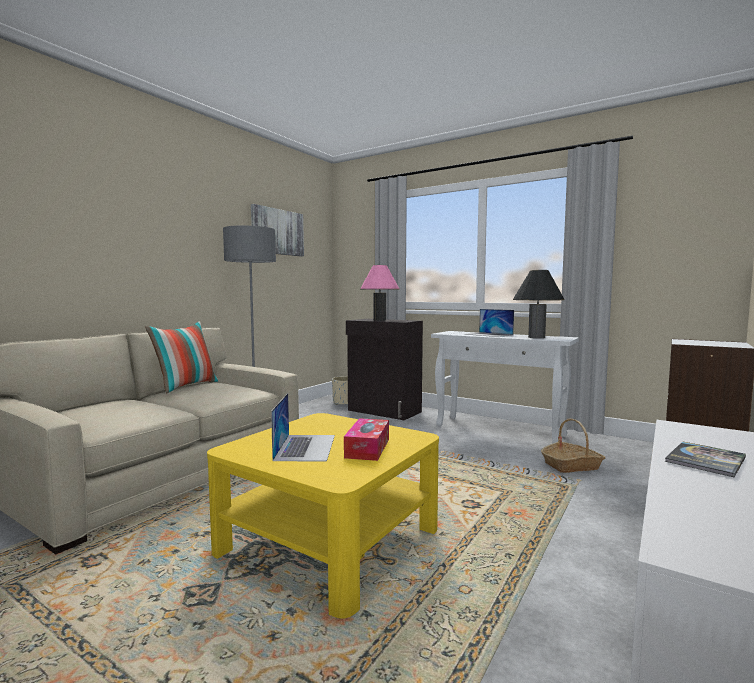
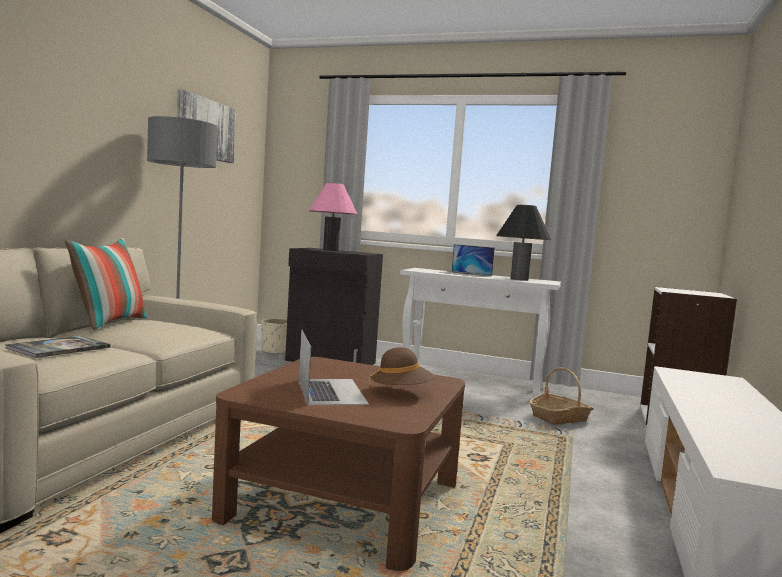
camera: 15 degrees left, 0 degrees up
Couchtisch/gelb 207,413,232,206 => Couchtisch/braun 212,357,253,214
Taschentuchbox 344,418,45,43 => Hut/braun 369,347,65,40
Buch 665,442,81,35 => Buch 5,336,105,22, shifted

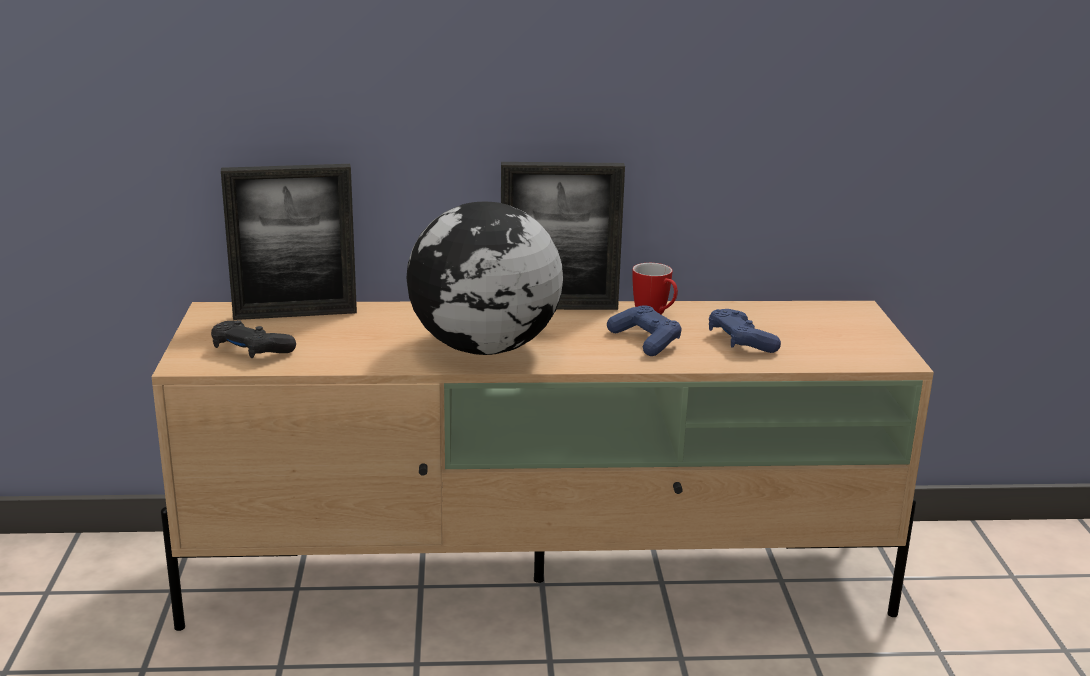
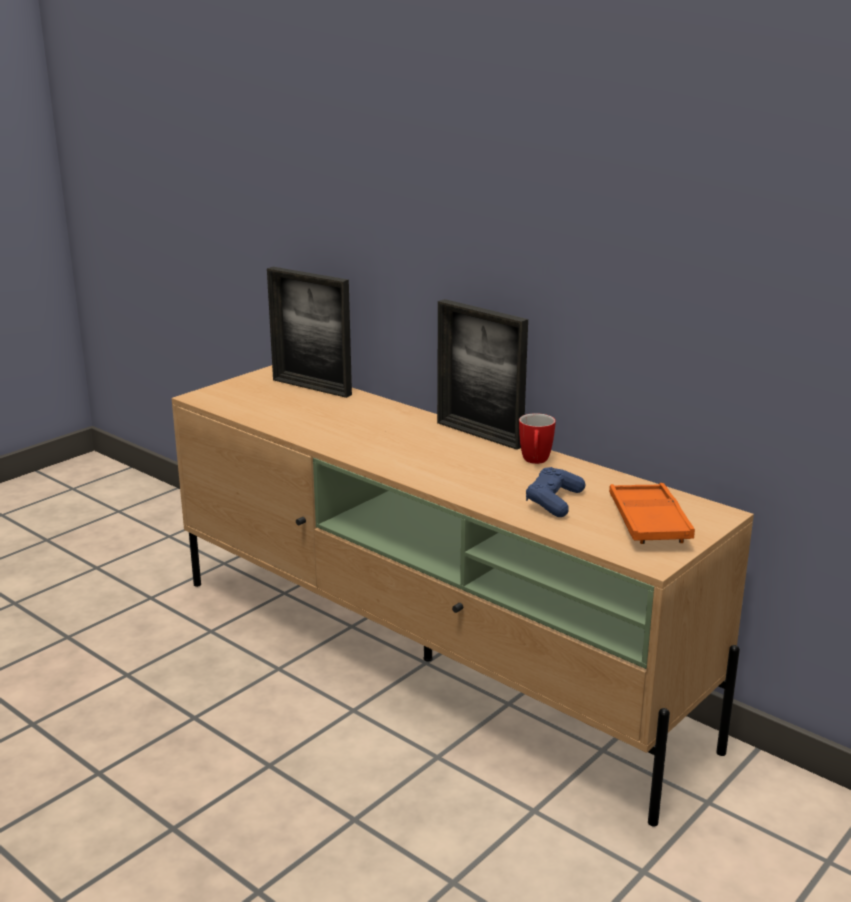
camera: 45 degrees right, 0 degrees up
Globus 406,202,157,153 => nothing
Gamepad/blau 607,306,75,50 => nothing
Gamepad/schwarz 211,320,85,38 => nothing
nothing => Tablett/orange 609,483,86,61

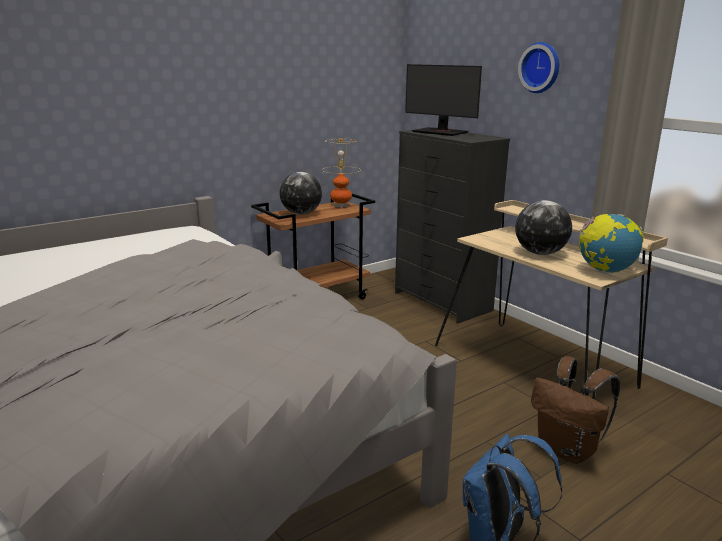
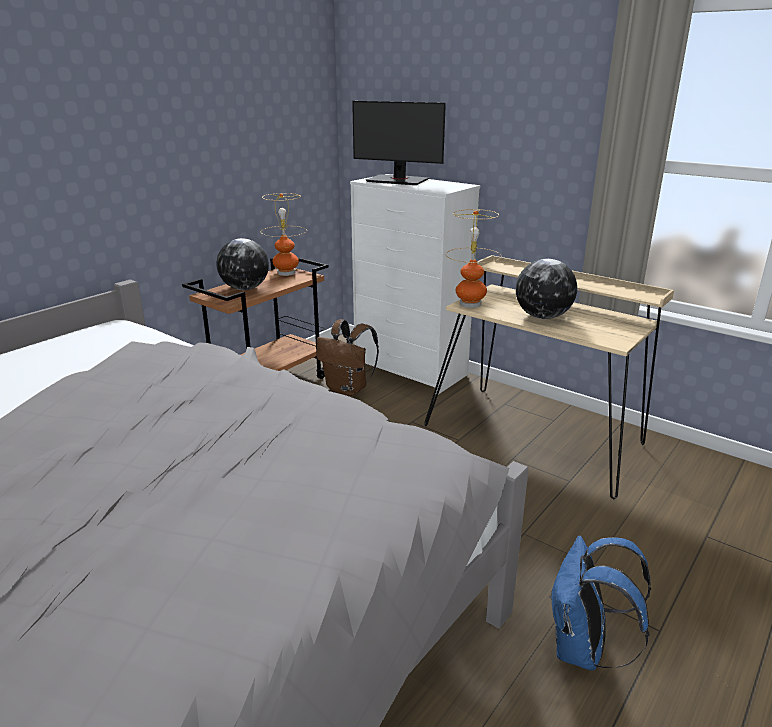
camera: 15 degrees left, 5 degrees up
Wanduhr 518,42,41,51 => nothing
Kommode/schwarz 395,130,115,193 => Kommode/weiß 350,174,130,221
Globus 579,214,65,60 => nothing
Rucksack/braun 531,356,89,108 => Rucksack/braun 316,319,63,77, shifted
nothing => Tischlampe 446,209,55,99

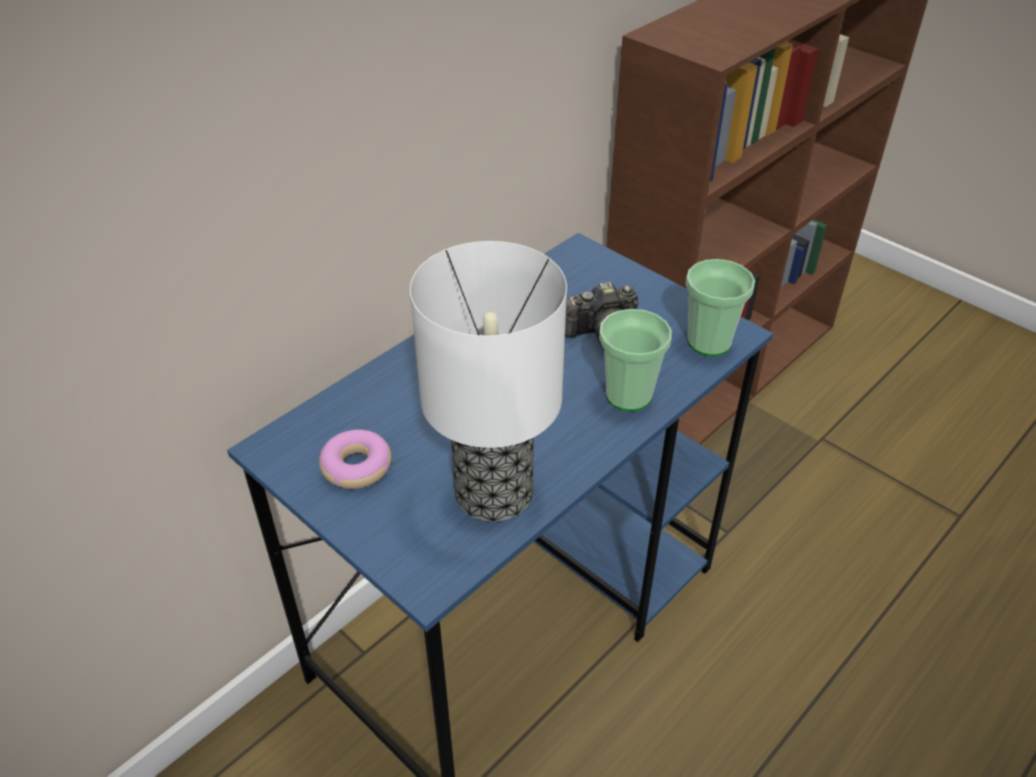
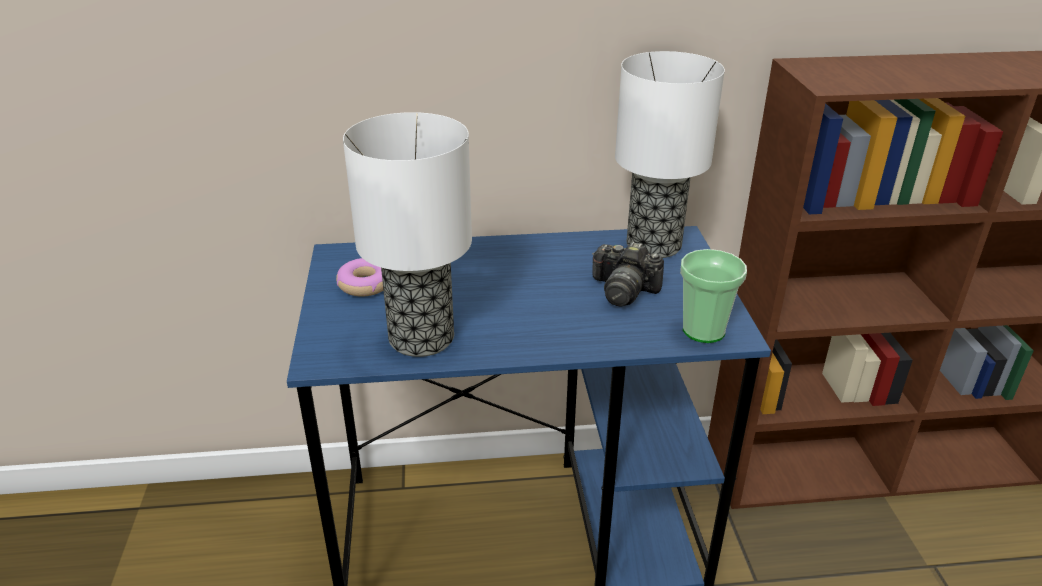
camera: 40 degrees right, 10 degrees down
Tasse 599,309,73,102 => nothing
nothing => Tischlampe 615,51,110,207

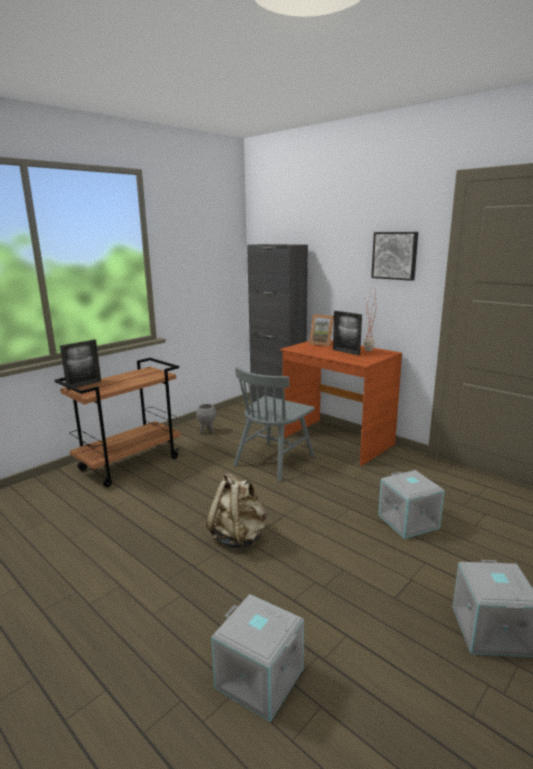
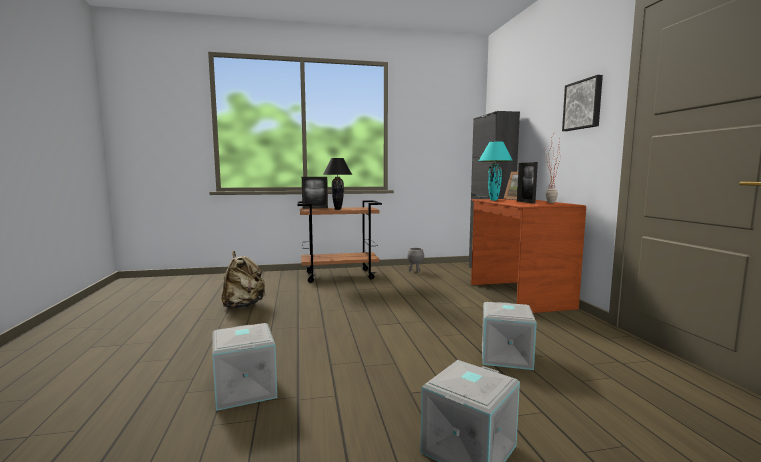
camera: 35 degrees right, 10 degrees down
Stuhl/grau 233,367,81,115 => nothing
Rucksack/beige 206,473,60,76 => Rucksack/beige 221,251,45,57, shifted
nothing => Tischlampe/türkis 479,141,34,60
nothing => Tischlampe/schwarz 323,158,29,52

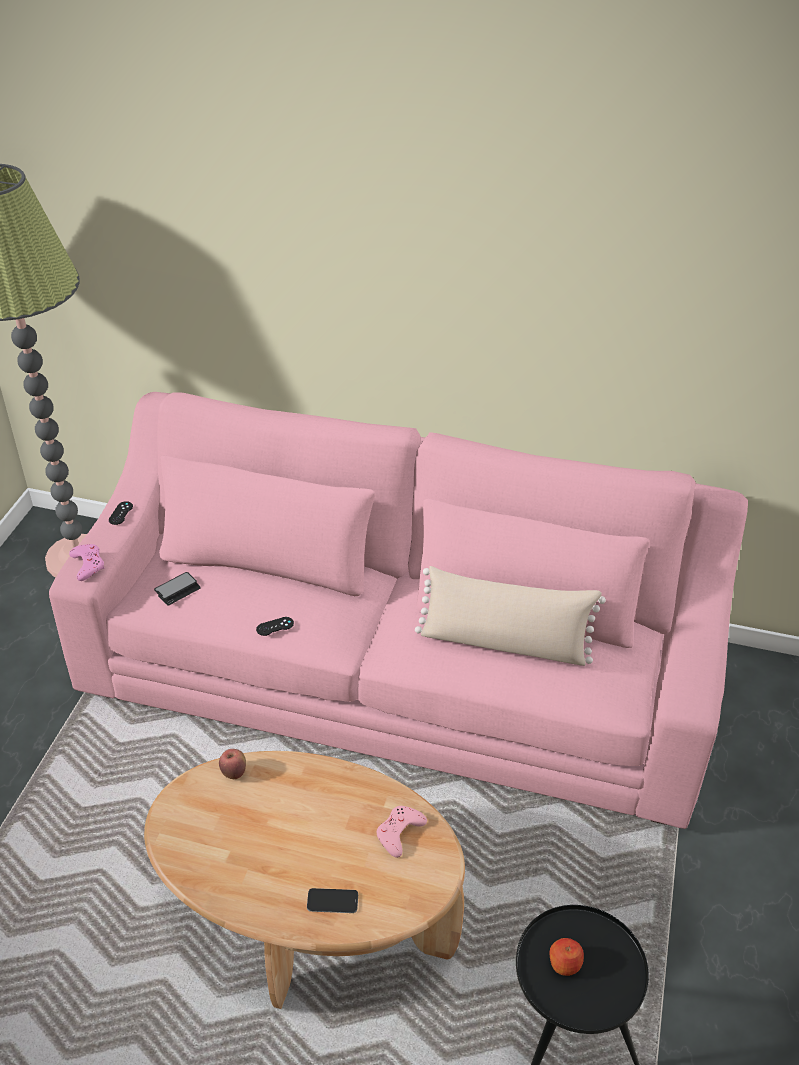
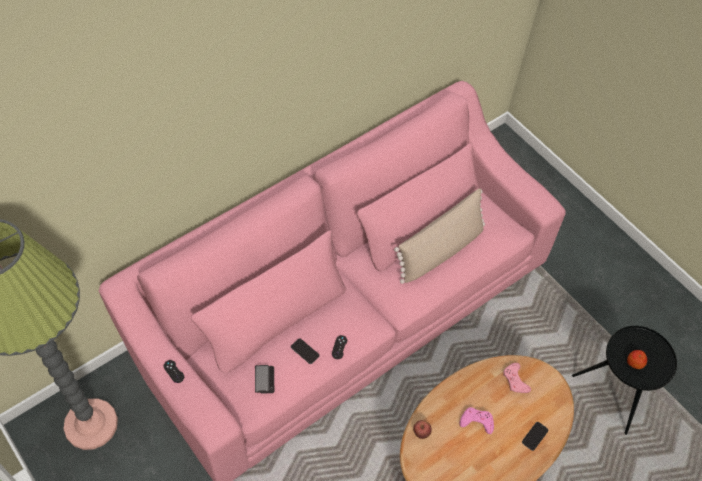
camera: 55 degrees left, 15 degrees up
Gamepad/rosa 69,544,35,37 => Gamepad/rosa 460,407,34,27, shifted
nothing => Handy 291,338,29,26

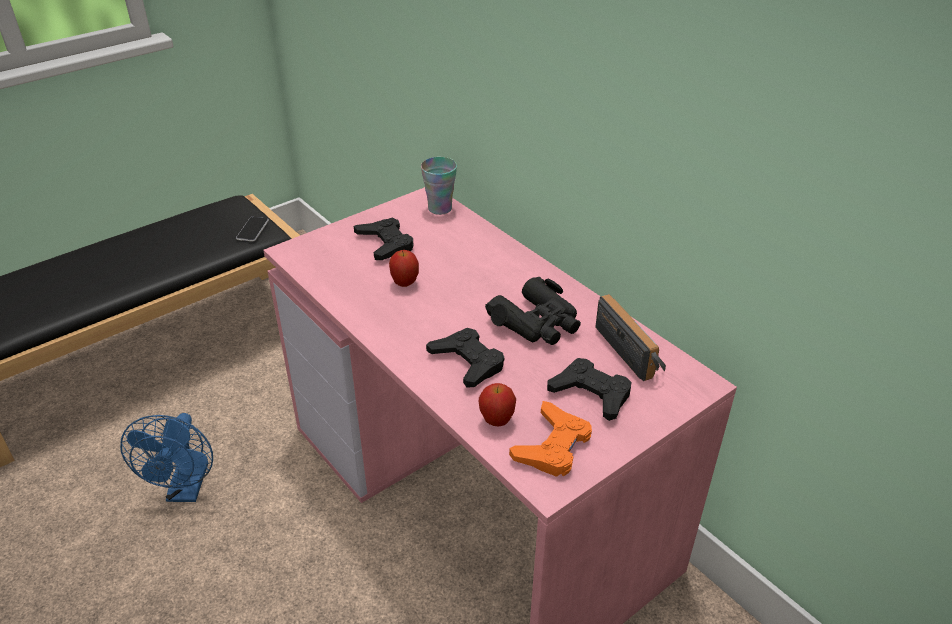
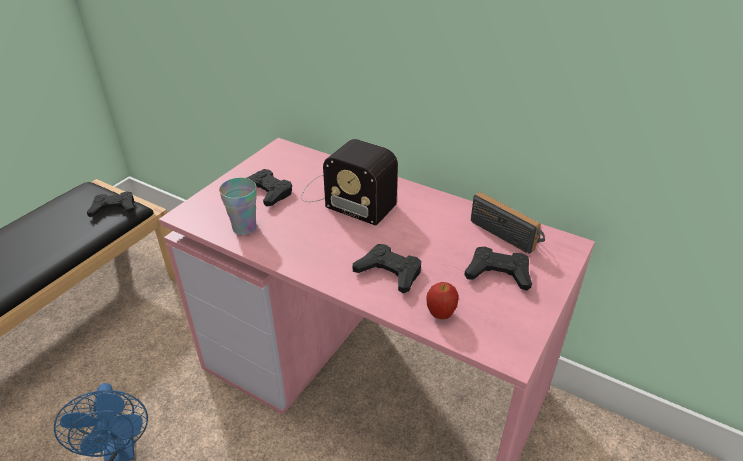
camera: 20 degrees left, 0 degrees up
Tasse 421,157,36,58 => Tasse 219,178,38,57, shifted
Handy 236,217,33,25 => Gamepad/schwarz 87,192,47,25
Apfel 389,250,30,37 => nothing
Fernglas/schwarz 485,277,96,68 => nothing
Gamepad/orange 509,401,83,76 => nothing
nothing => Radio 301,139,97,87

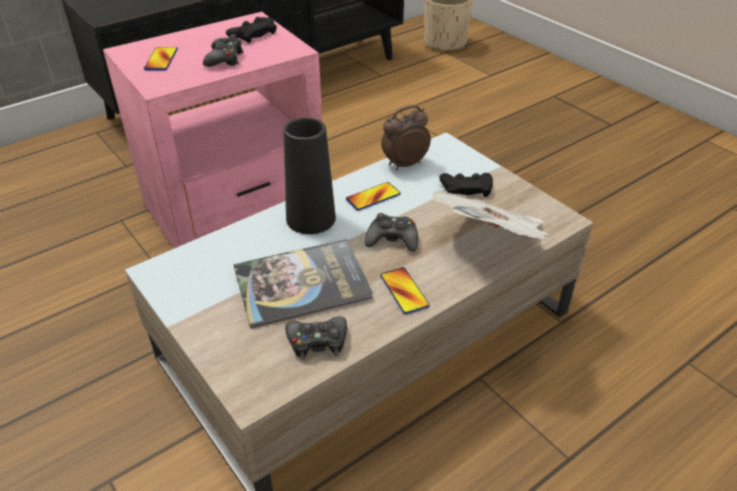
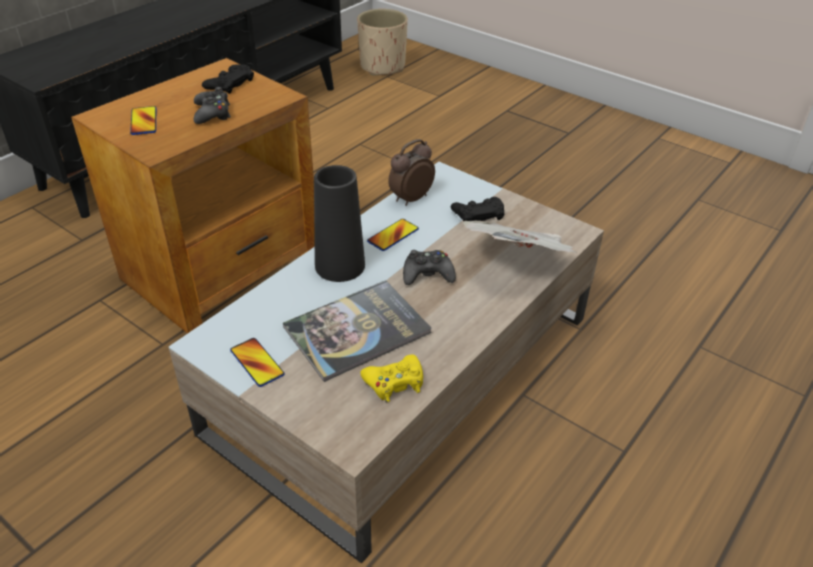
camera: 15 degrees left, 0 degrees up
Beistelltisch/rosa 103,12,219,236 => Beistelltisch/braun 71,58,244,276
Handy 380,267,50,47 => Handy 230,338,54,49, shifted
Gamepad/schwarz 285,316,62,44 => Gamepad/gelb 360,354,63,48

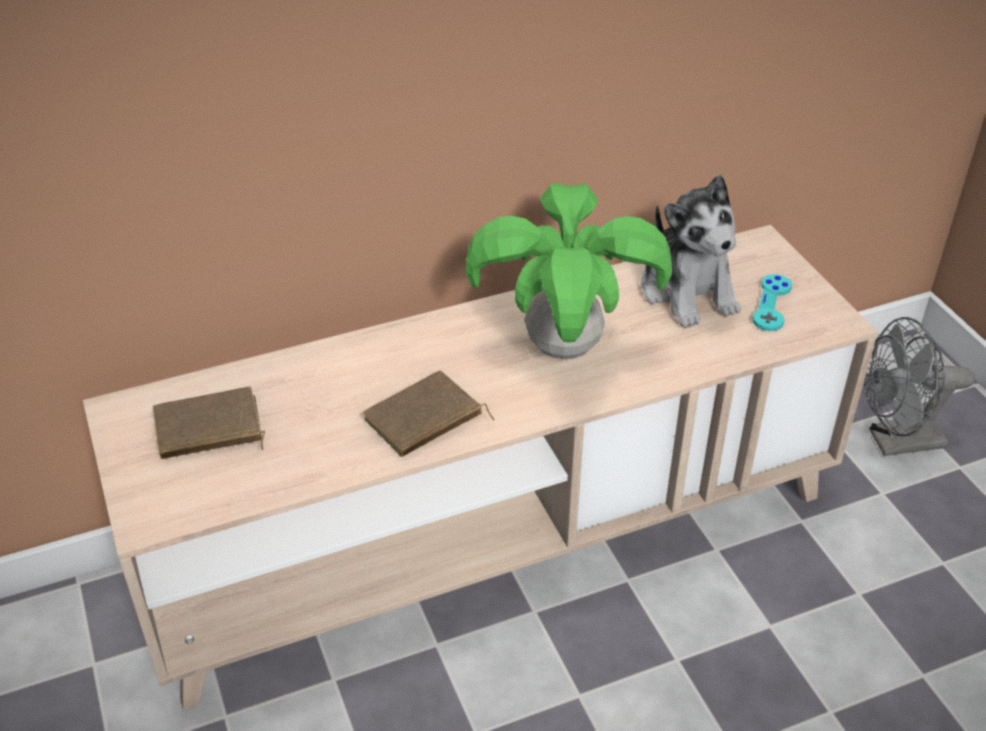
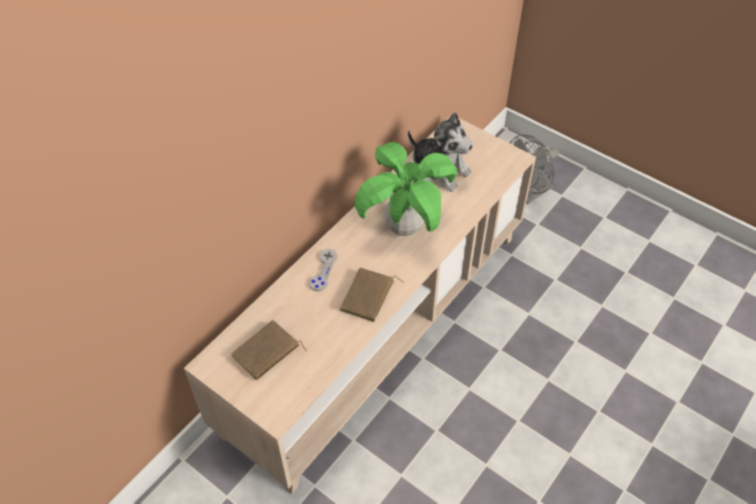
camera: 30 degrees left, 10 degrees up
Gamepad/türkis 753,274,39,57 => nothing
nothing => Gamepad/grau 309,249,28,42

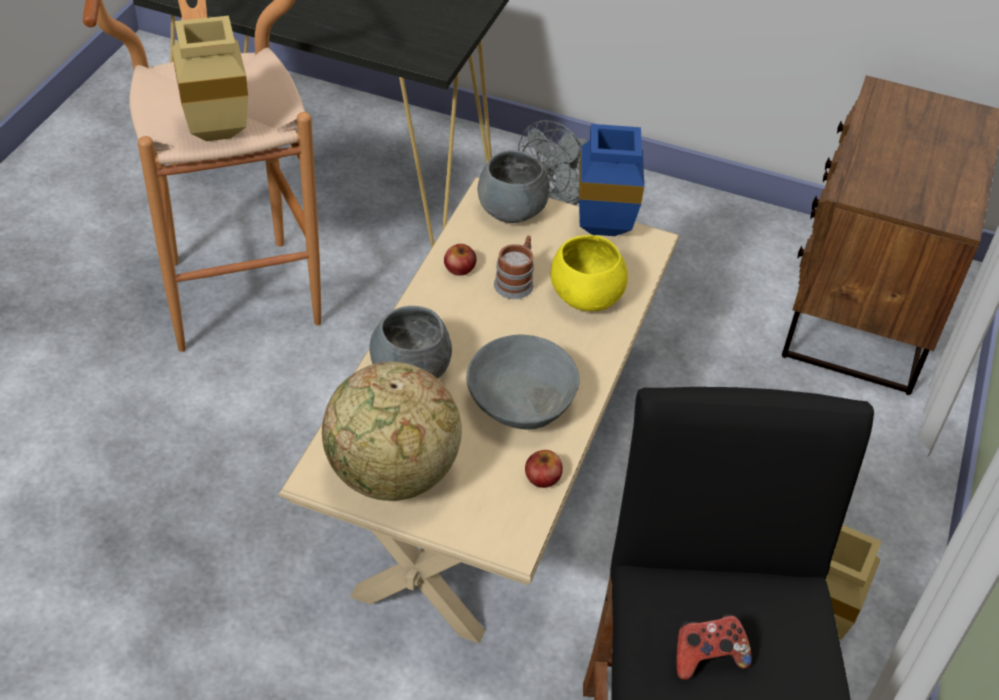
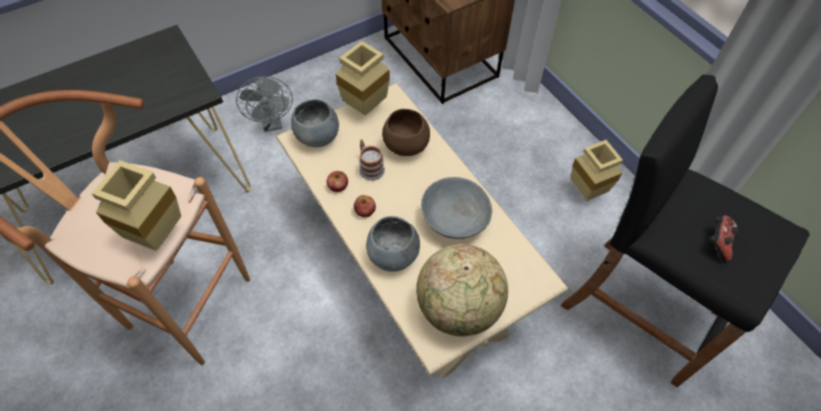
camera: 50 degrees left, 10 degrees up
Vase/blau 579,124,65,112 => Vase/beige 336,41,54,74
Schüssel/gelb 550,235,78,76 => Schüssel/braun 382,109,48,47
Apfel 525,450,38,38 => Apfel 354,195,22,22, shifted

